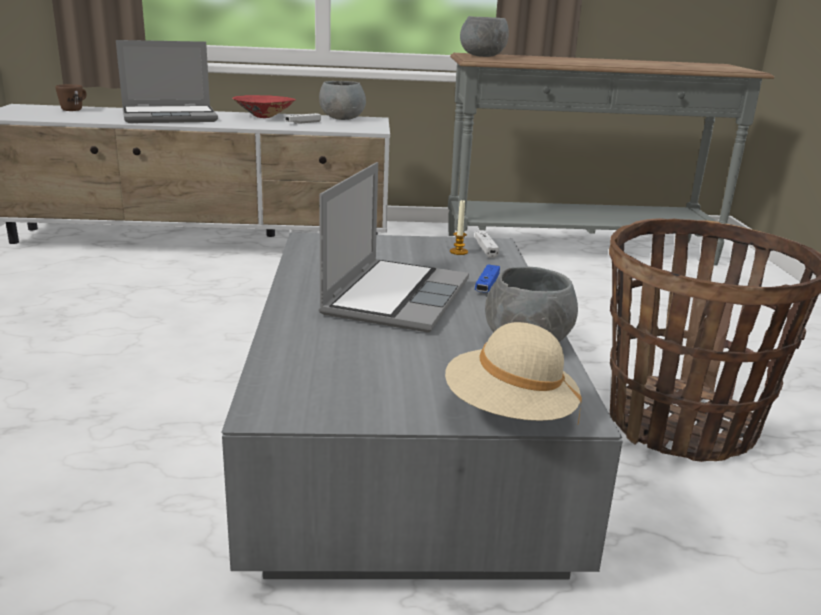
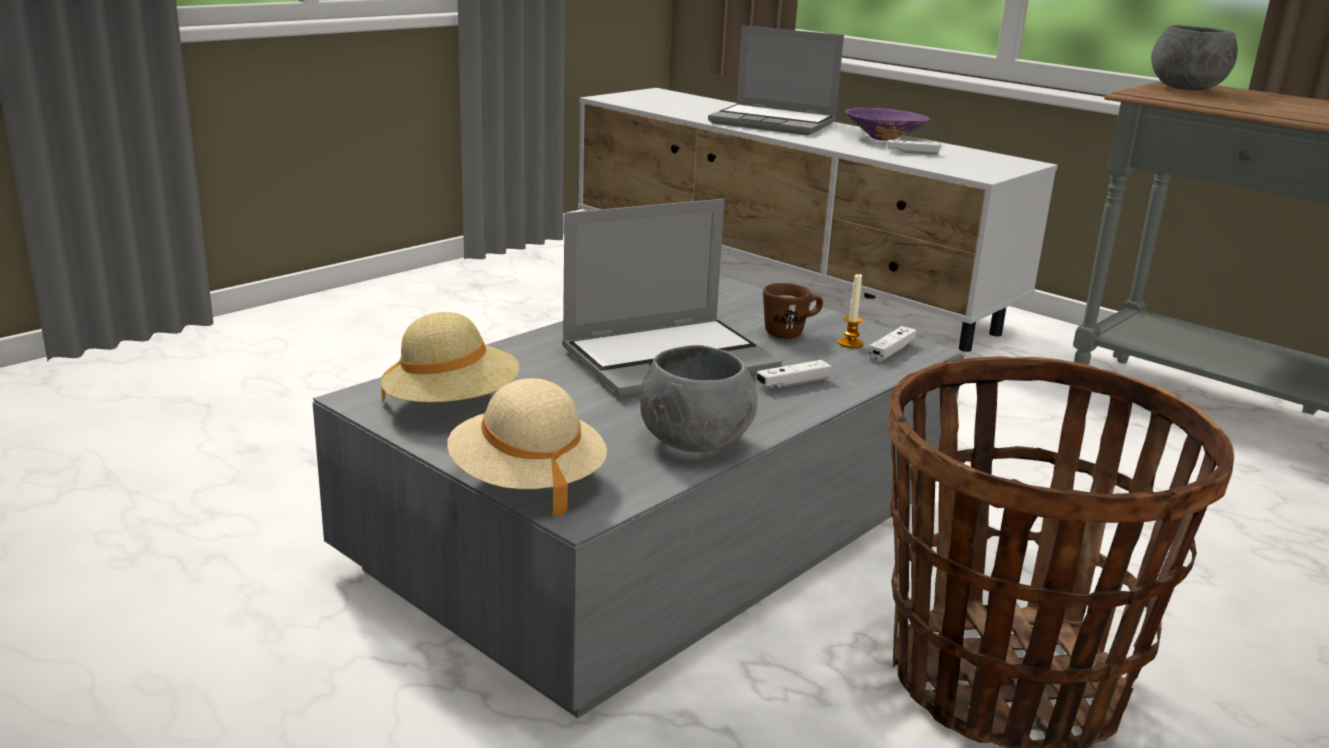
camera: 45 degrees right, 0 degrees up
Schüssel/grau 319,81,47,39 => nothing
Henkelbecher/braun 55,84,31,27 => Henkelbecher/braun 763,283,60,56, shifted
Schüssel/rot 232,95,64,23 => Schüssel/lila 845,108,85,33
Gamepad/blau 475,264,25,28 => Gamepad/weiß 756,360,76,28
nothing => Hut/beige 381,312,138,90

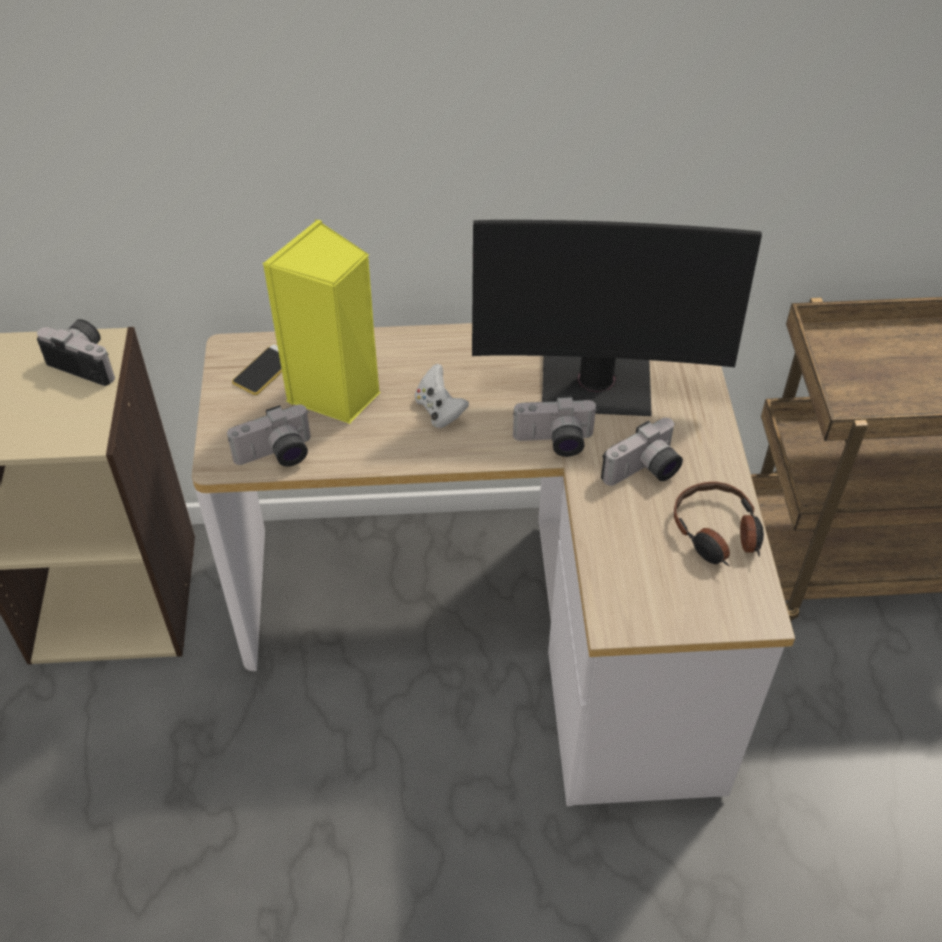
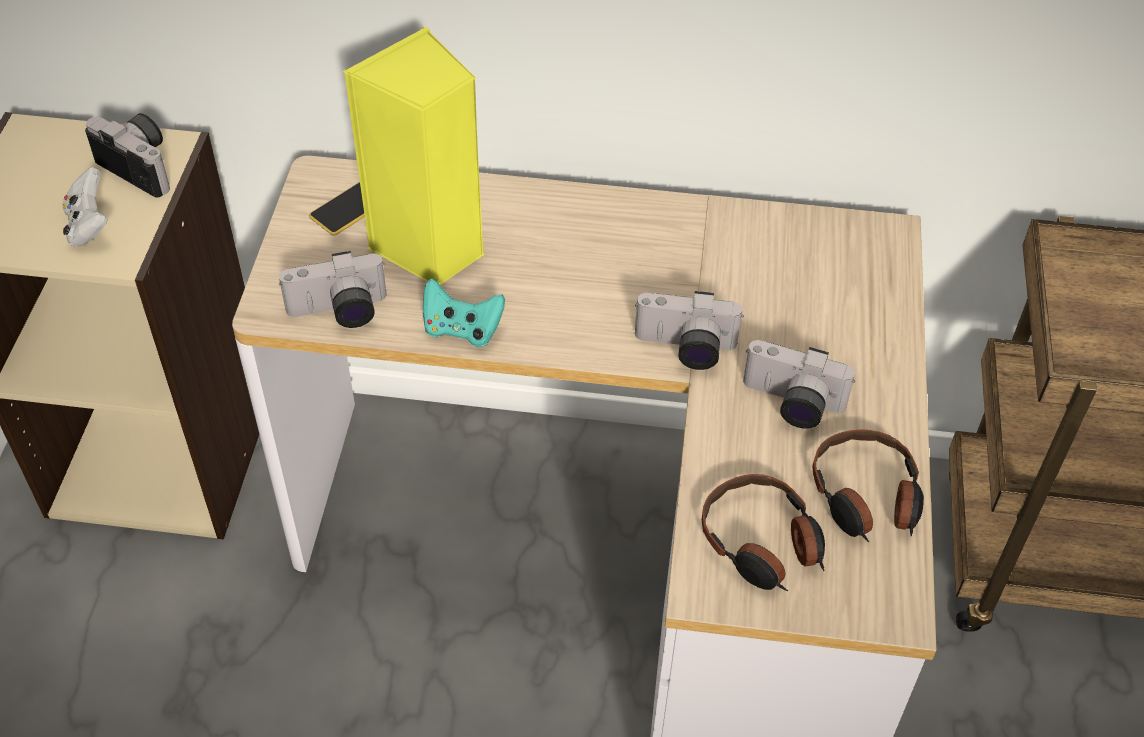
camera: 10 degrees right, 0 degrees up
Monitor 472,220,290,196 => nothing
Gamepad/weiß 415,364,54,64 => Gamepad/weiß 62,167,46,79, shifted
Kamera 601,418,82,68 => Kamera 743,340,112,89, 45 degrees clockwise
nothing => Gamepad/türkis 423,279,82,68
nothing => Kopfhörer 702,474,123,118

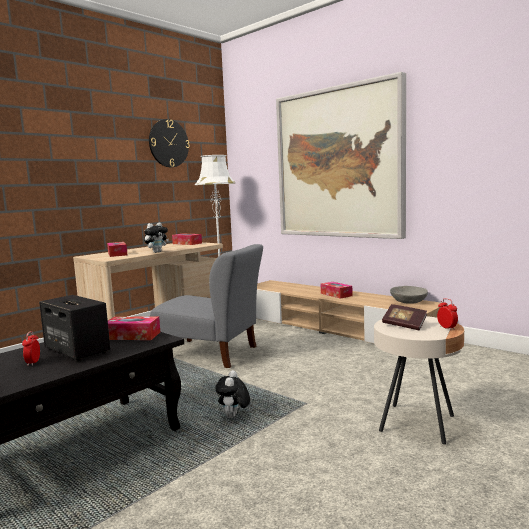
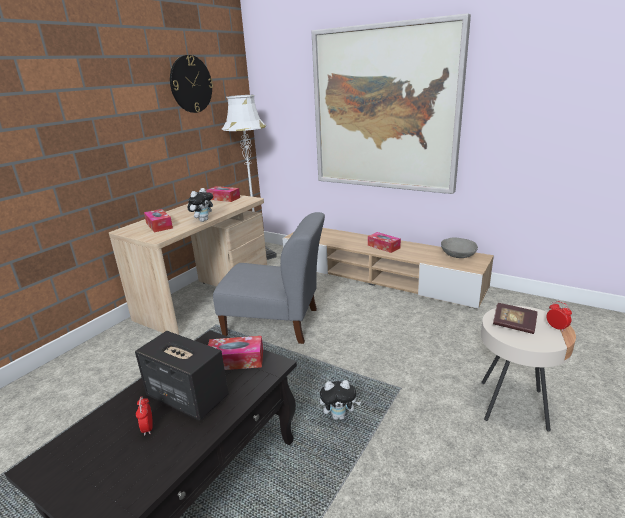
camera: 10 degrees left, 15 degrees up
Plüschtier 215,370,35,48 => Plüschtier 320,380,41,40, 90 degrees counterclockwise

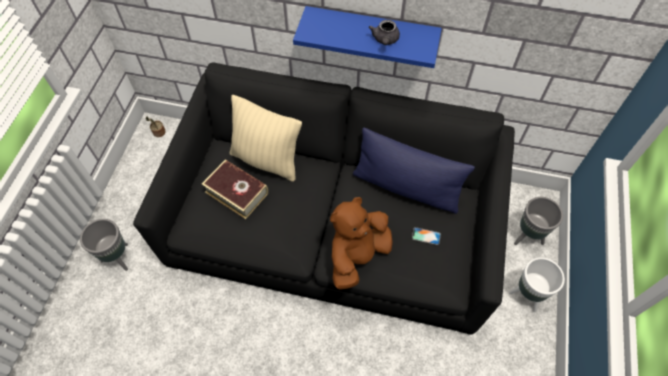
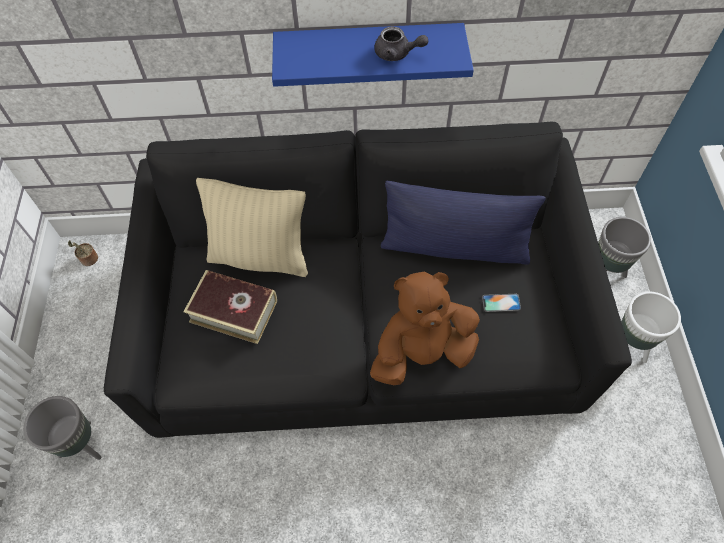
camera: 15 degrees left, 0 degrees up
Teekanne/grau 369,20,31,25 => Teekanne/grau 374,26,54,35, 60 degrees counterclockwise
Plüschtier/braun 330,197,63,93 => Plüschtier/braun 370,272,110,113, 45 degrees clockwise

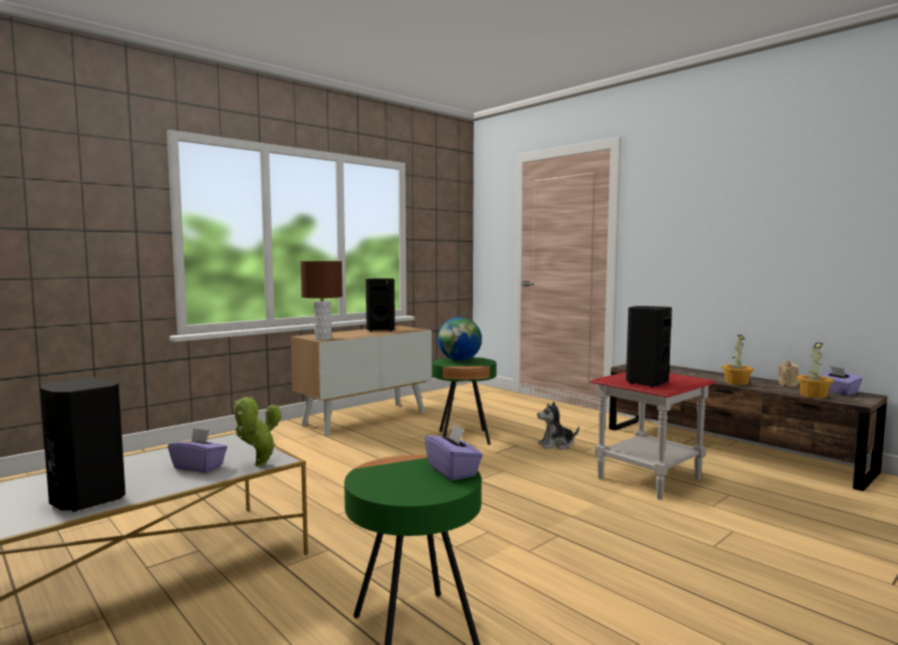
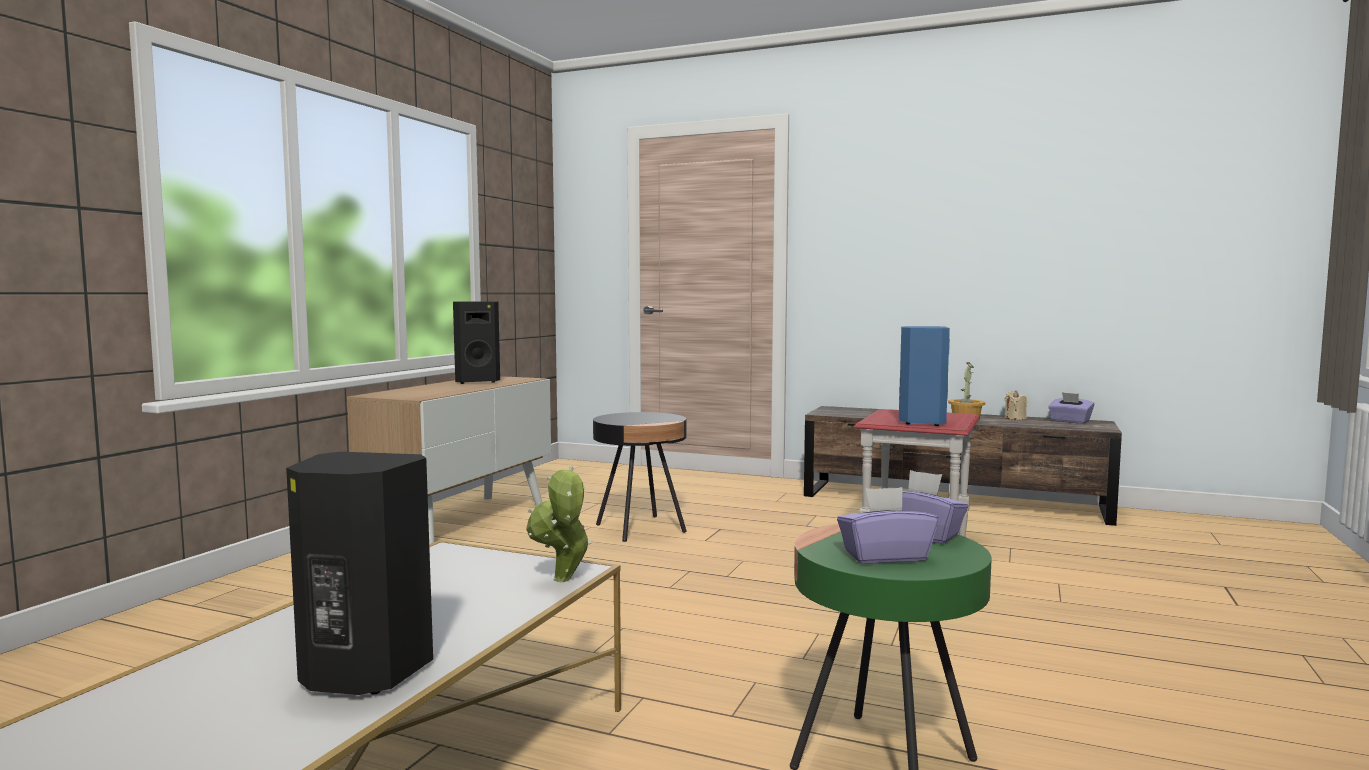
camera: 25 degrees left, 0 degrees up
Tischlampe/braun 301,261,42,79 => nothing
Lautsprecher/schwarz 626,306,46,81 => Lautsprecher/blau 899,326,51,100
Globus 438,317,44,44 => nothing
Topfpflanze 796,342,38,56 => nothing
Beistelltisch/grün 432,357,64,88 => Beistelltisch/schwarz 593,412,94,130
Plüschtier 537,402,42,48 => nothing
Taschentuchbox/lila 168,428,59,45 => Taschentuchbox/lila 837,487,101,77, shifted

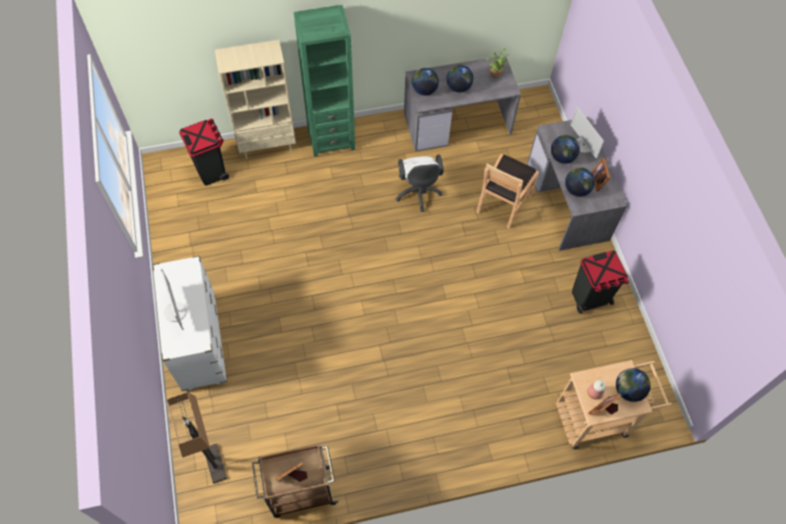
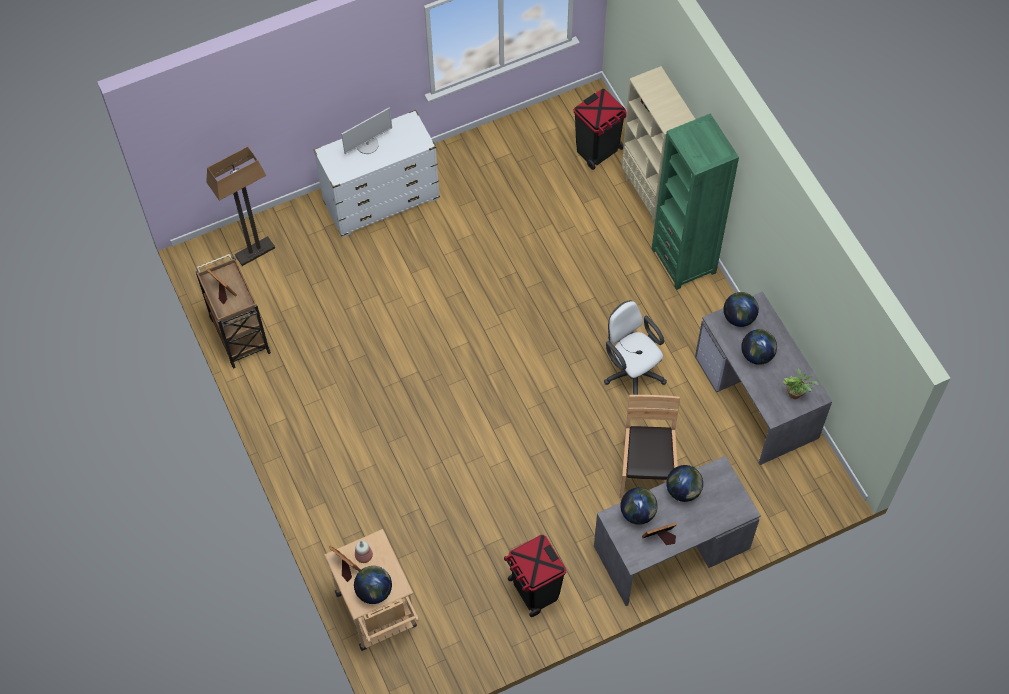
camera: 80 degrees right, 0 degrees up
Monitor 571,107,33,52 => nothing
Stuhl/braun 476,154,63,74 => Stuhl/braun 620,395,60,103, 75 degrees clockwise
Bürostuhl/weiß 395,155,49,57 => Bürostuhl/weiß 604,300,63,95, 75 degrees clockwise

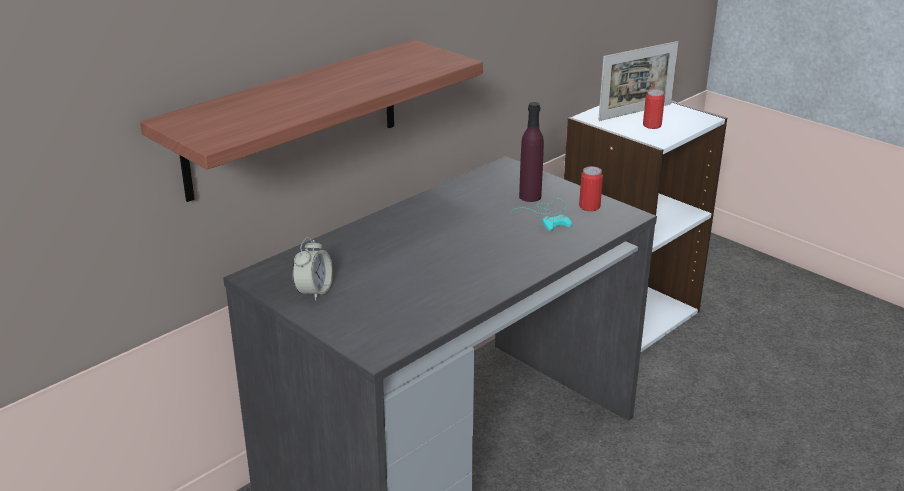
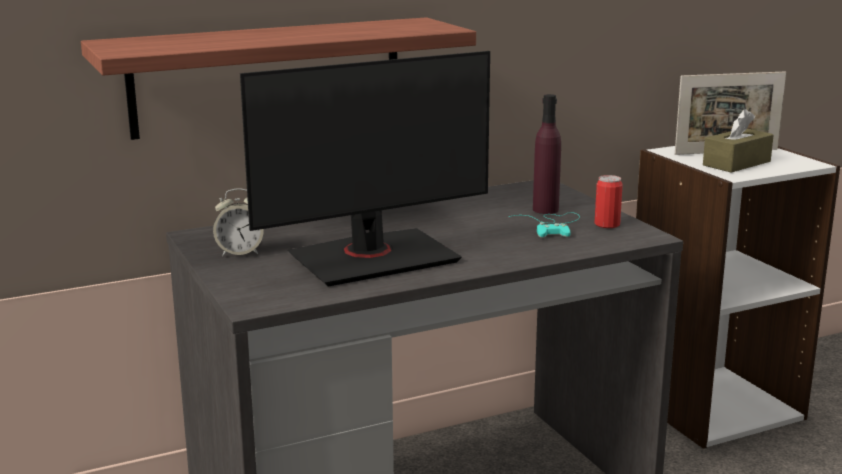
camera: 20 degrees right, 10 degrees down
Dose 643,89,22,40 => Taschentuchbox/braun 703,109,71,63
Wecker 292,237,41,64 => Wecker 213,188,51,68, 45 degrees clockwise
nothing => Monitor 240,51,250,236

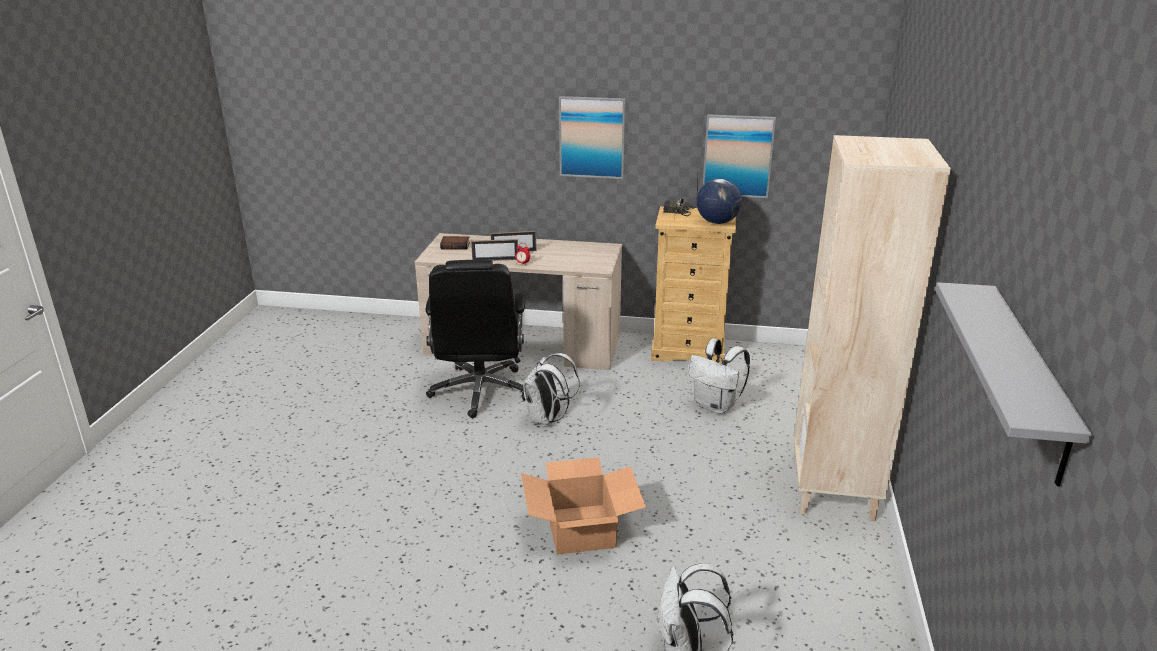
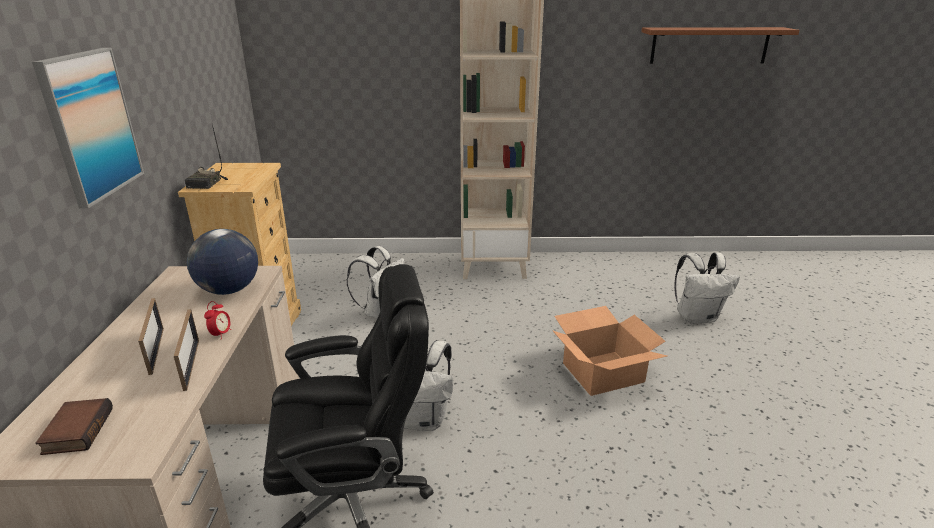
camera: 100 degrees left, 0 degrees up
Bild 703,114,73,84 => nothing
Globus 696,179,46,45 => Globus 187,229,71,66, shifted
Wandregal/grau 935,282,157,204 => Wandregal/braun 641,27,158,37

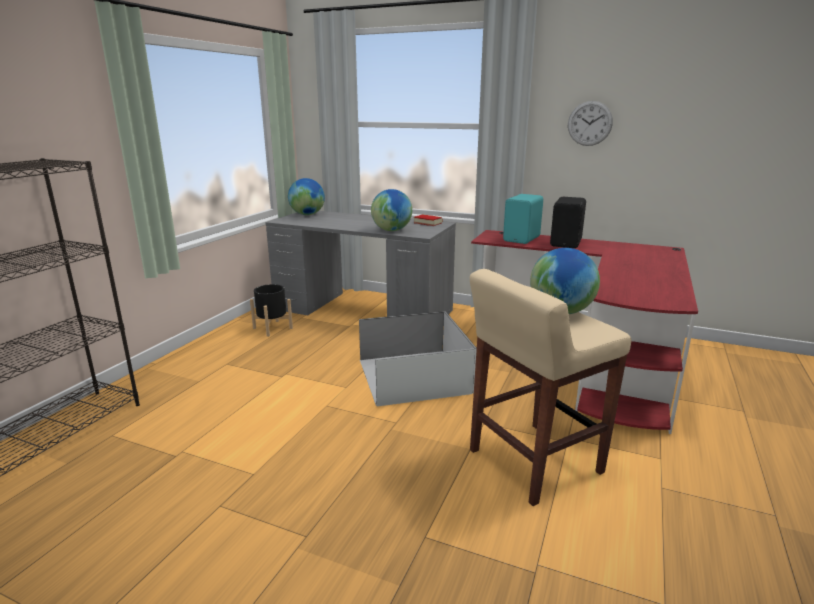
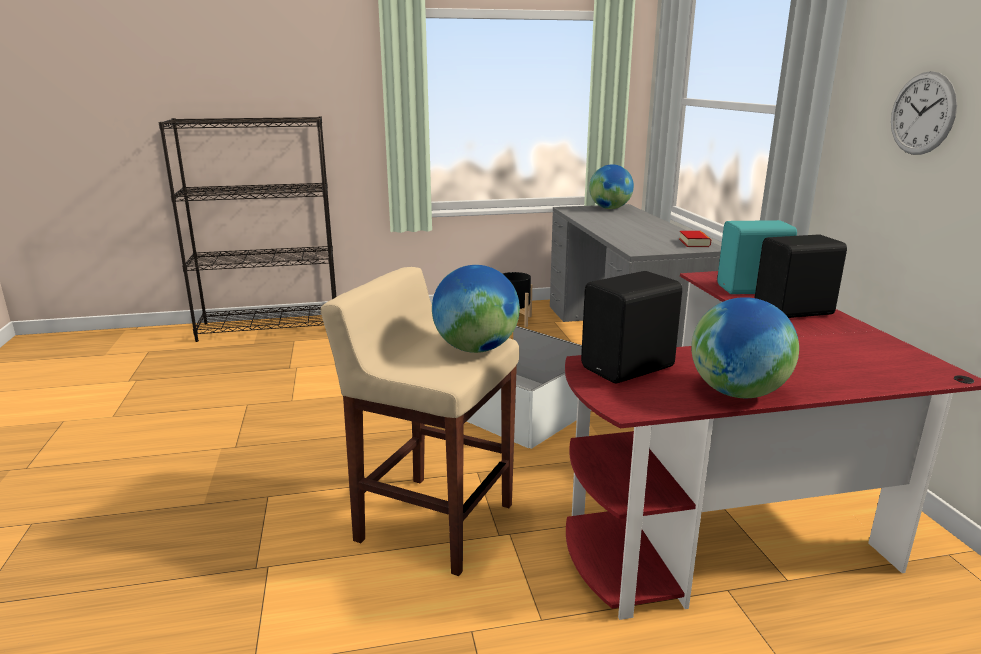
camera: 55 degrees right, 0 degrees up
Globus 371,189,41,42 => Globus 691,297,108,101, shifted
nothing => Lautsprecher/schwarz 581,271,101,112

